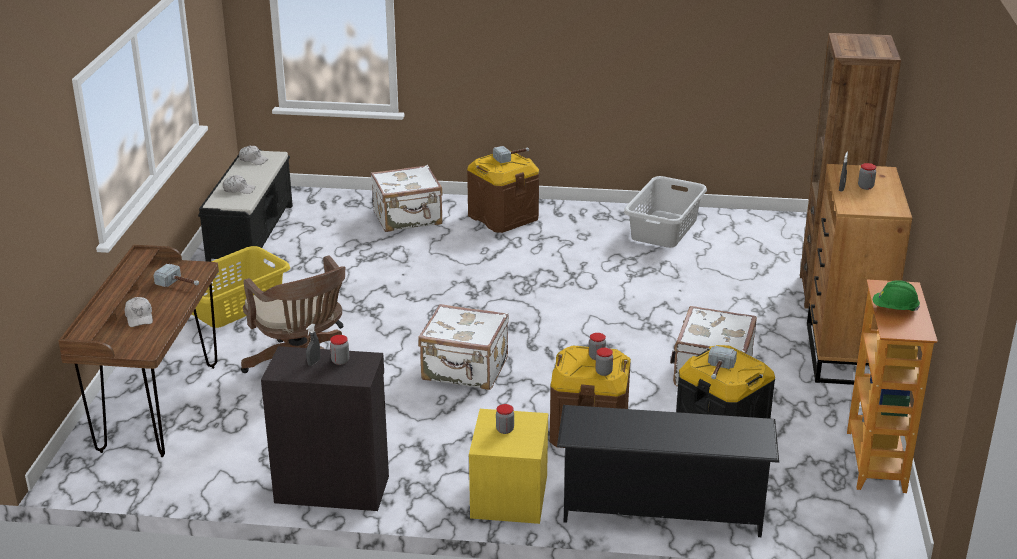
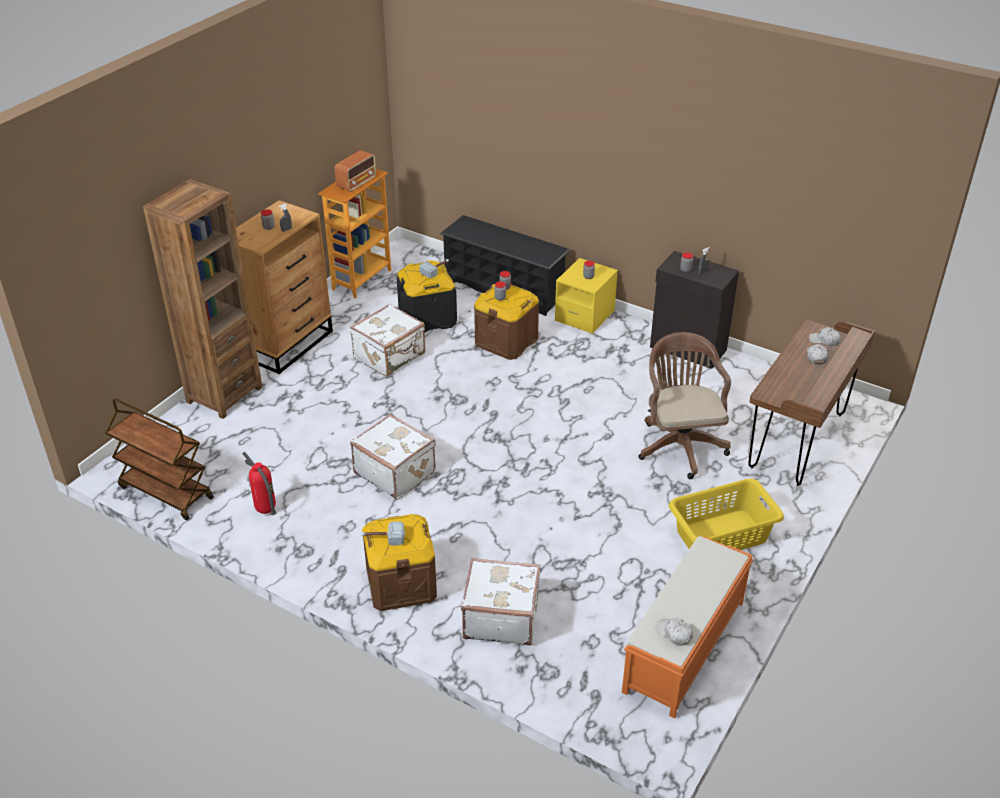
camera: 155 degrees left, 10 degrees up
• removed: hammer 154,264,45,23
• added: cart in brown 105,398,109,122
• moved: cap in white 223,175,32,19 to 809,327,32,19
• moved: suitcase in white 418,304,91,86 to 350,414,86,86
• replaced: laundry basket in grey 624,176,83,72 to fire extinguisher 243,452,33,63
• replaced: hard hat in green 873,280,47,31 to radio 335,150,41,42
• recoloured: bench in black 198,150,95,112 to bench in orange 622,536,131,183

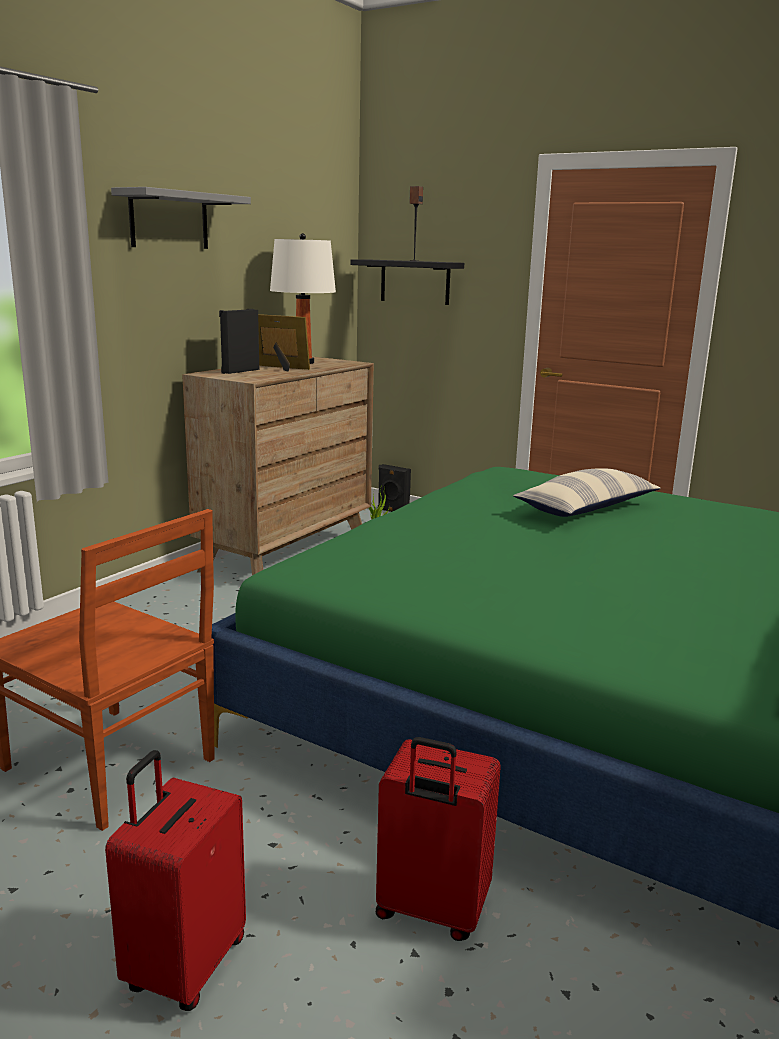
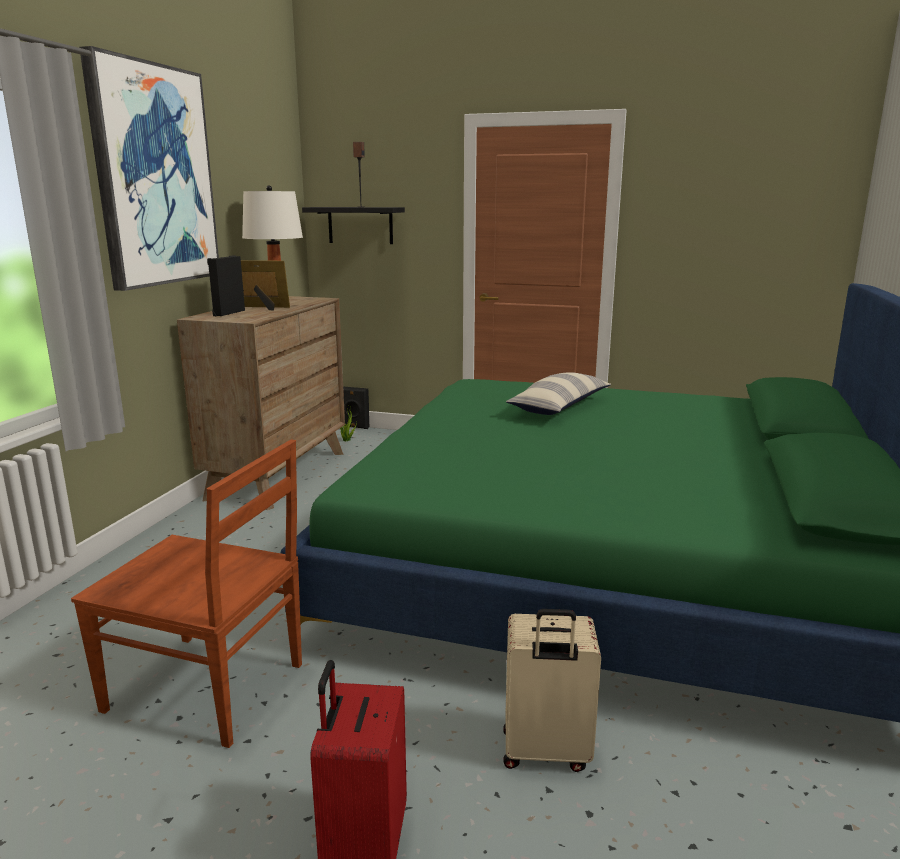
camera: 15 degrees left, 0 degrees up
• replaced: shelf in grey 111,187,140,62 to picture 79,46,140,245
• recoloured: suitcase in red 376,737,125,204 to suitcase in beige 503,609,98,163

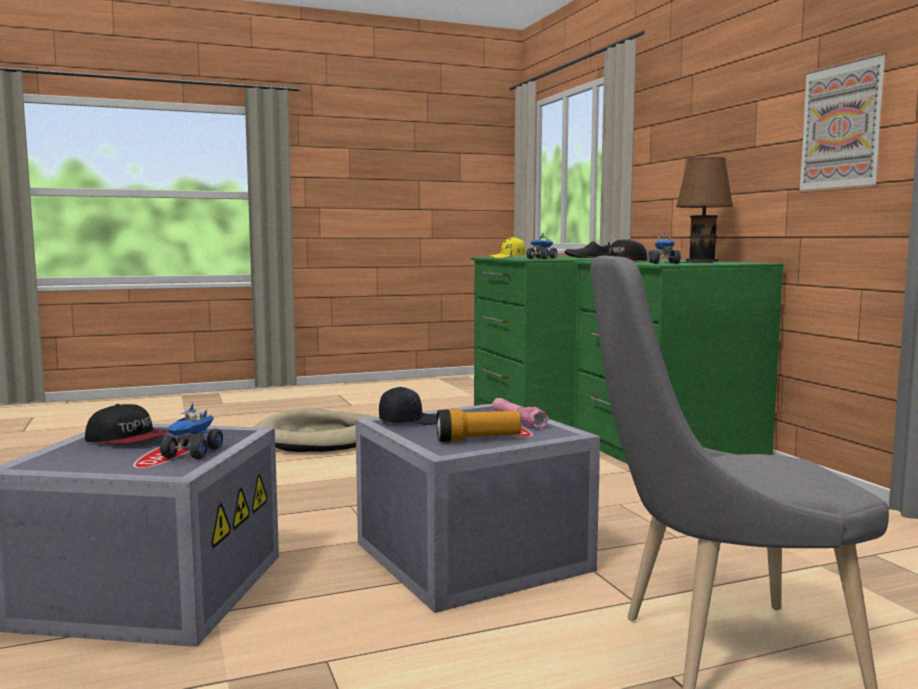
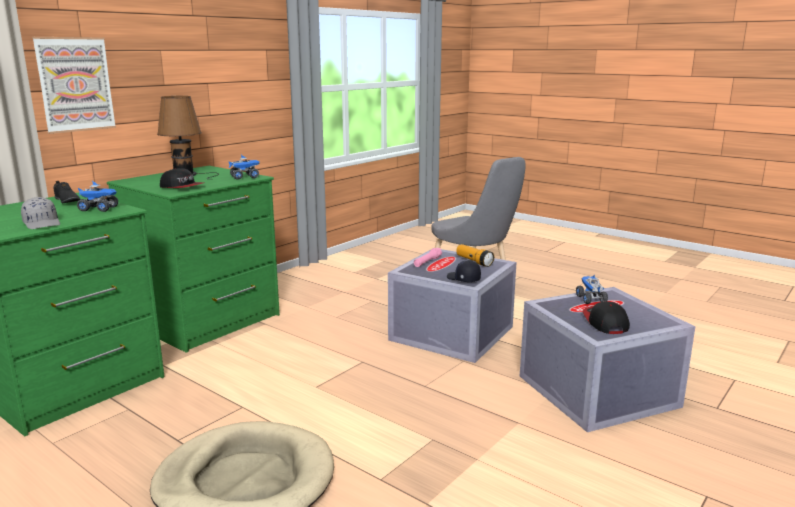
camera: 120 degrees left, 10 degrees up
• moved: picture 798,52,89,141 to 32,37,84,97
• recoloured: cap in yellow 490,237,35,21 to cap in grey 21,197,39,32
• turned: toy truck 160,403,63,56 = 576,275,32,29 75 degrees counterclockwise

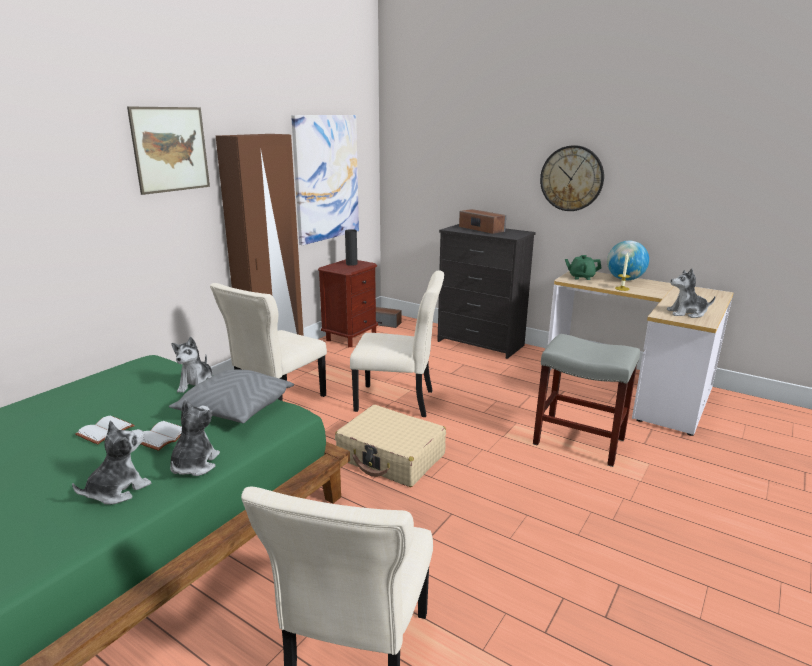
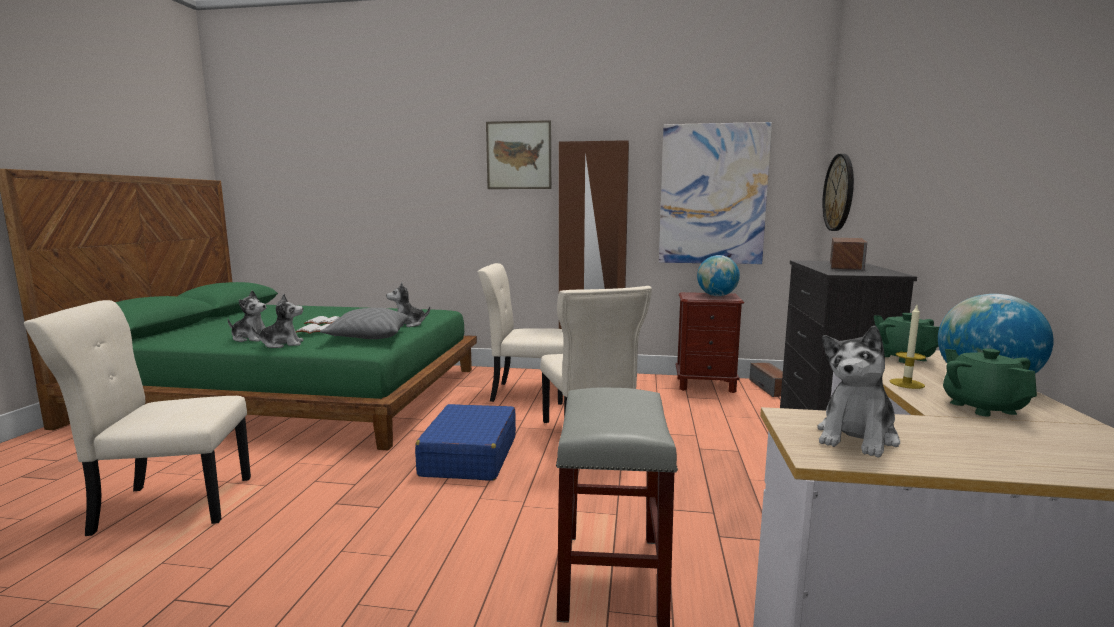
camera: 65 degrees right, 10 degrees down
• added: teapot in green 943,348,94,69
• moved: wall clock 540,145,64,66 to 822,154,32,77
• replaced: vase in black 345,229,12,37 to globe 697,255,43,41
• recoloured: suitcase in beige 335,405,111,82 to suitcase in blue 415,404,101,77
• turned: plush toy 667,269,49,49 = 817,326,83,132 120 degrees counterclockwise

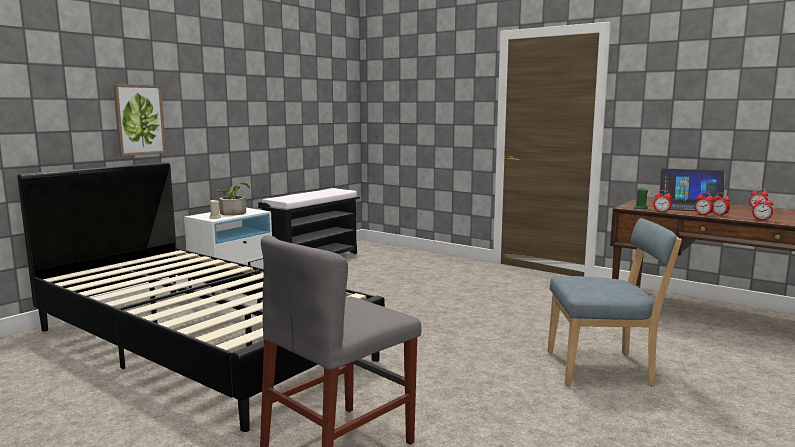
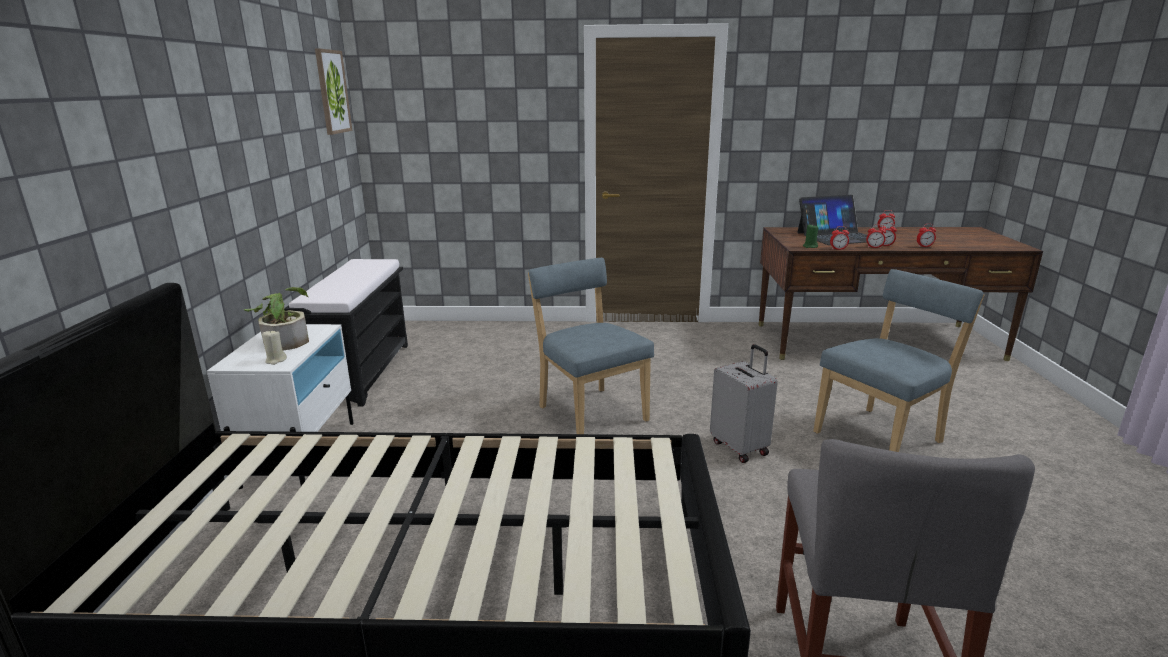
camera: 35 degrees left, 10 degrees up
• added: chair in blue 528,258,126,176
• added: suitcase in grey 710,344,68,119
• moved: picture 113,84,53,72 to 315,48,37,87

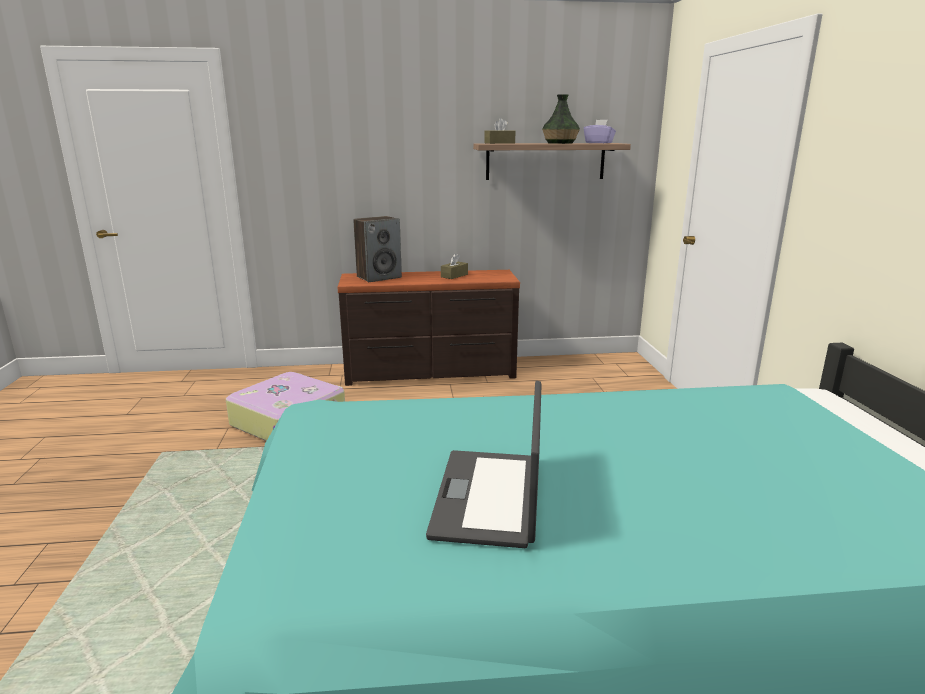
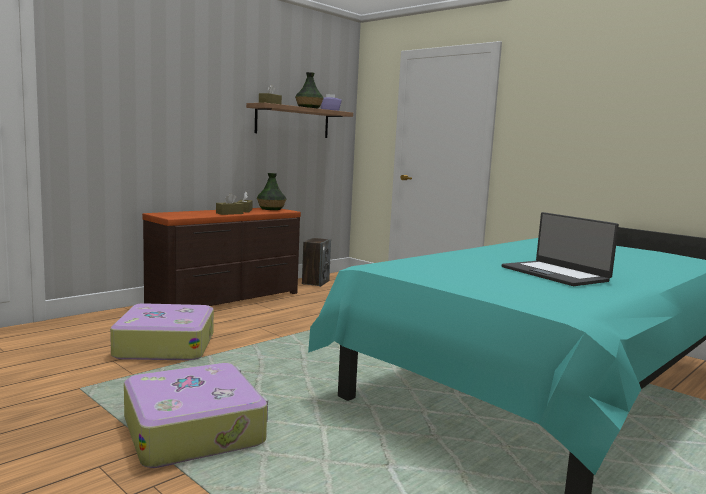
camera: 40 degrees left, 10 degrees down
• added: suitcase 124,363,144,105
• added: tissue box in brown 216,193,28,22
• added: vase 257,173,29,37
• moved: speaker 353,216,49,66 to 302,238,29,49

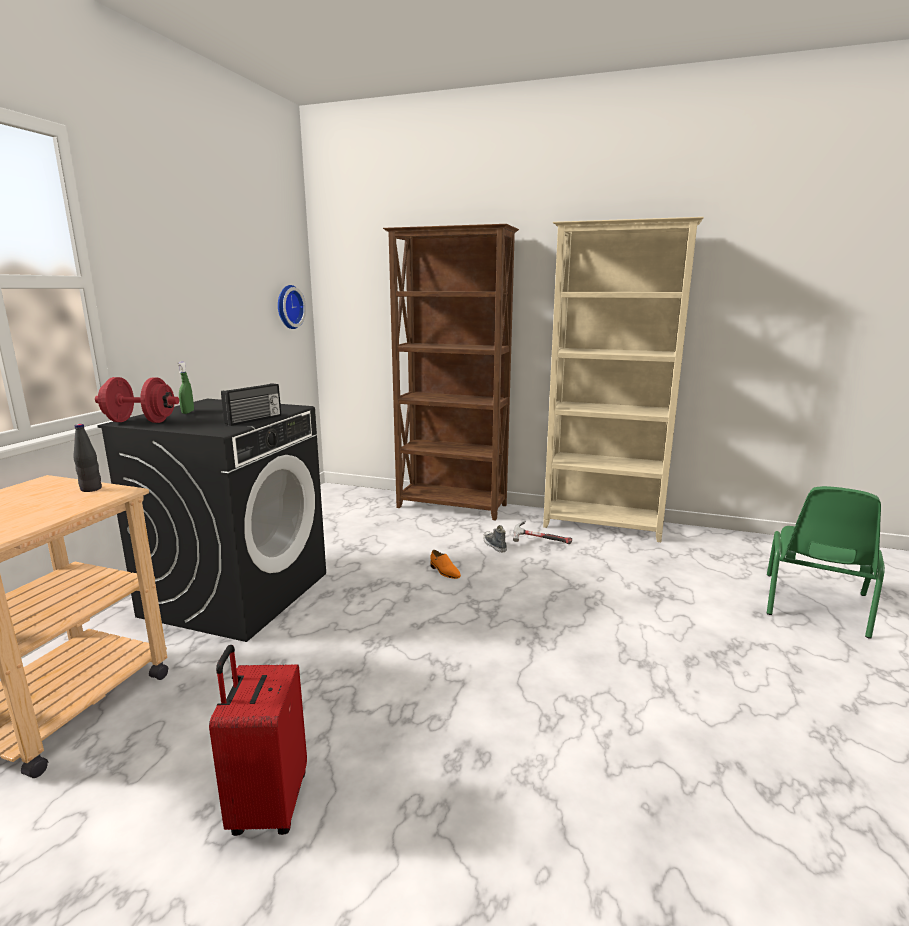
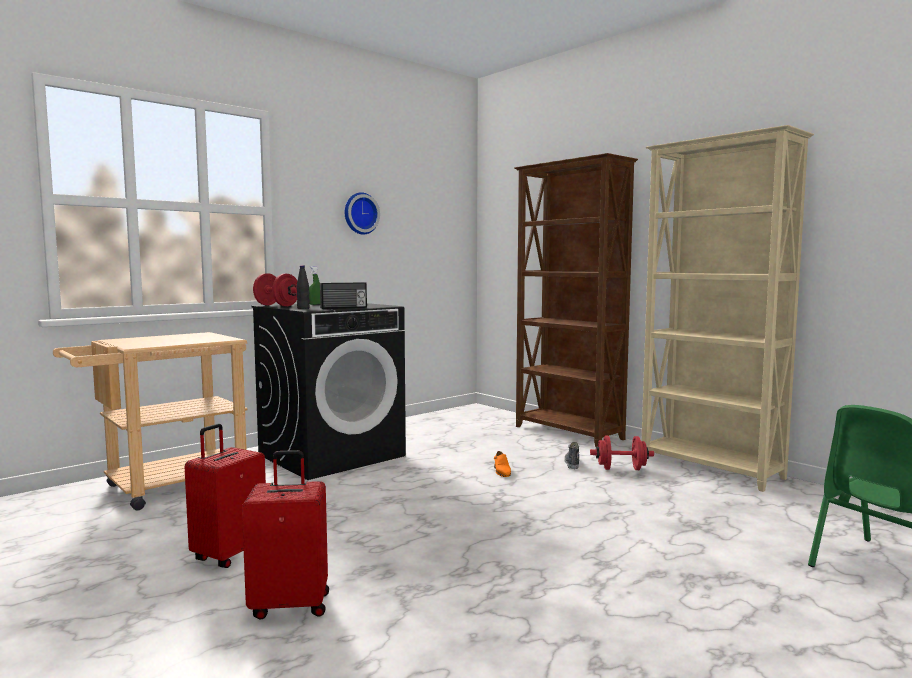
camera: 30 degrees right, 10 degrees down
• added: suitcase in red 242,450,87,170
• moved: bottle in black 73,424,29,68 to 296,265,14,44
• moved: wall clock 278,285,28,44 to 345,192,35,42
• replaced: hammer 513,521,59,23 to dumbbell in red 590,436,64,34

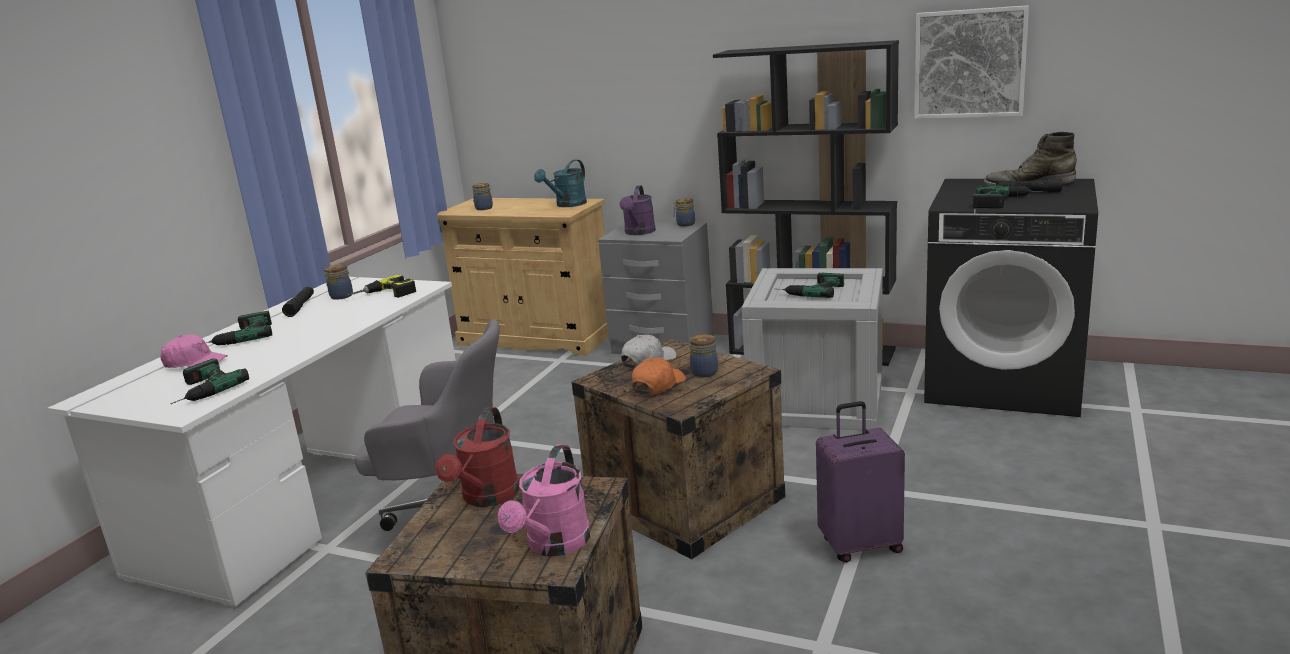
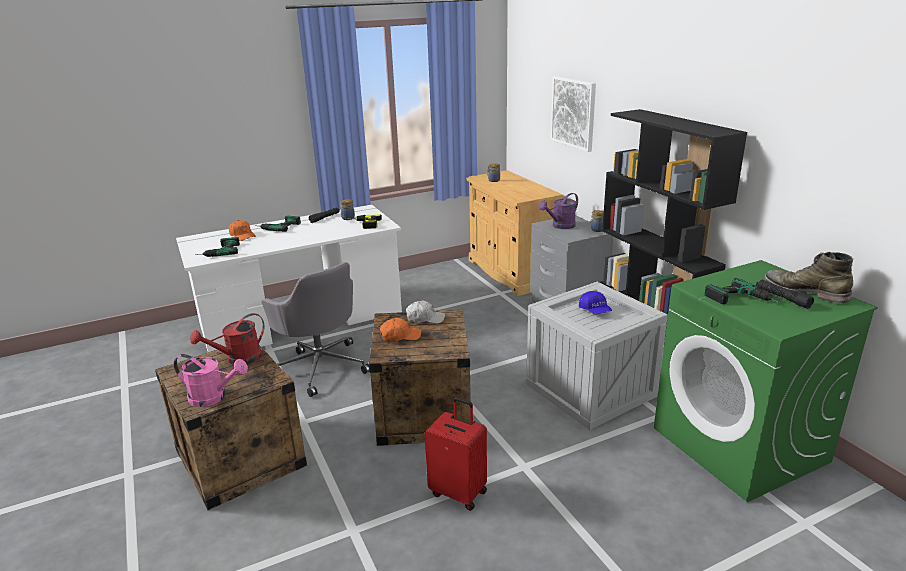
camera: 40 degrees right, 5 degrees up
• removed: watering can in turquoise 534,160,53,47
• removed: jar 689,334,29,43
• moved: picture 914,5,115,114 to 551,76,45,76
• replaced: power drill 777,273,67,25 to cap in blue 579,291,33,23
• recoloured: cap in pink 161,334,67,34 to cap in orange 229,220,27,21
• recoloured: suitcase in purple 816,401,89,162 to suitcase in red 425,397,62,114
• recoloured: washing machine in black 924,179,174,238 to washing machine in green 654,260,224,242
• turned: watering can in pink 498,444,92,113 = 174,354,74,53 135 degrees counterclockwise

